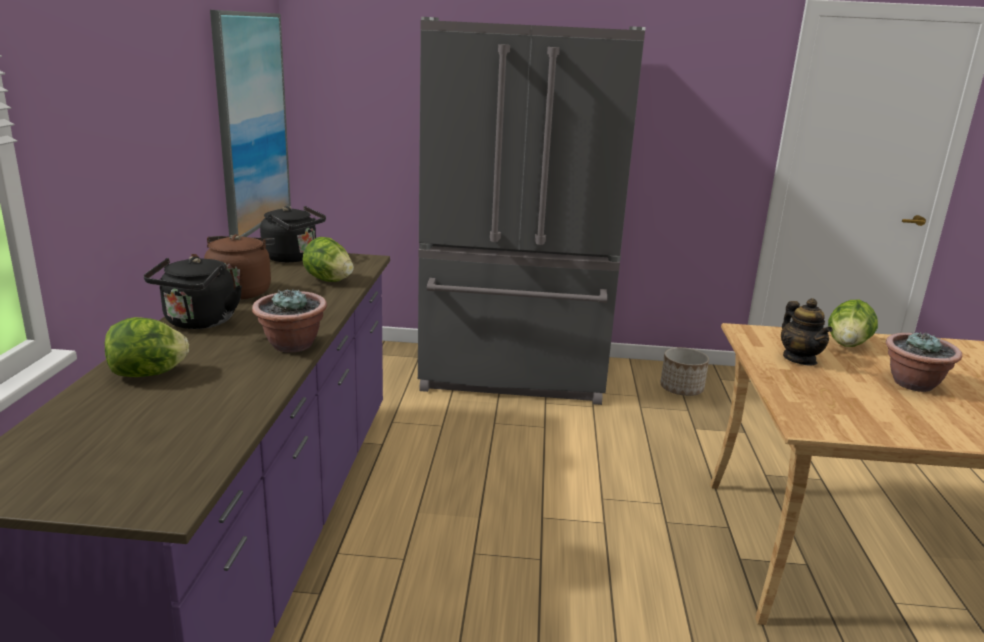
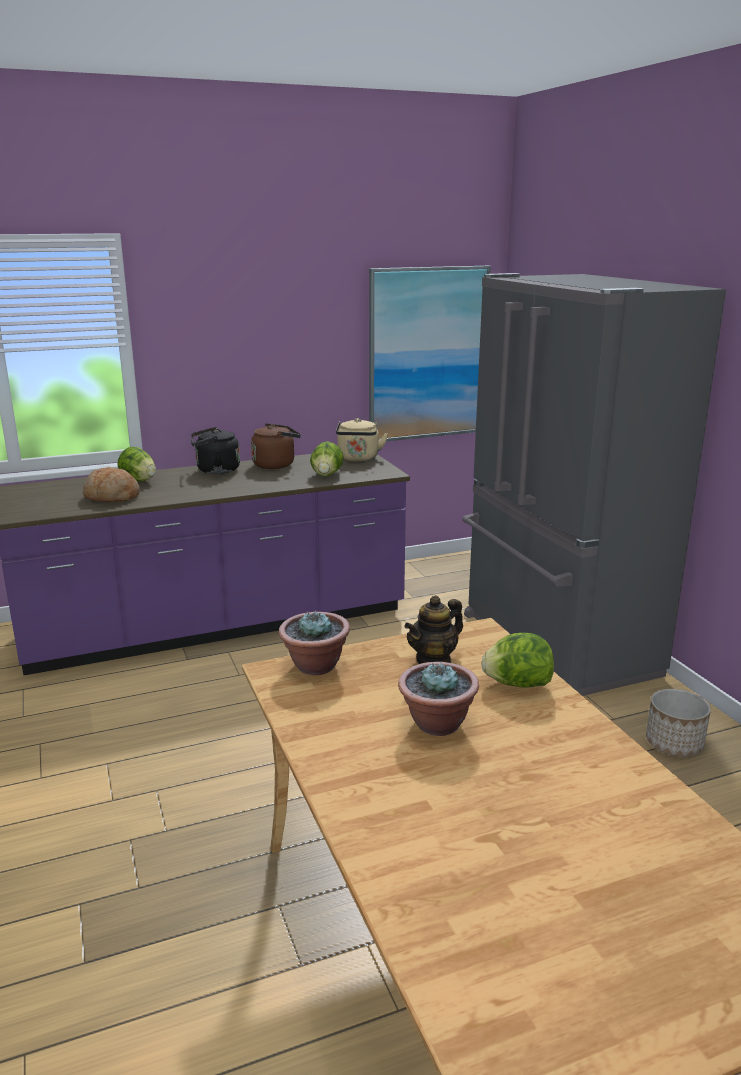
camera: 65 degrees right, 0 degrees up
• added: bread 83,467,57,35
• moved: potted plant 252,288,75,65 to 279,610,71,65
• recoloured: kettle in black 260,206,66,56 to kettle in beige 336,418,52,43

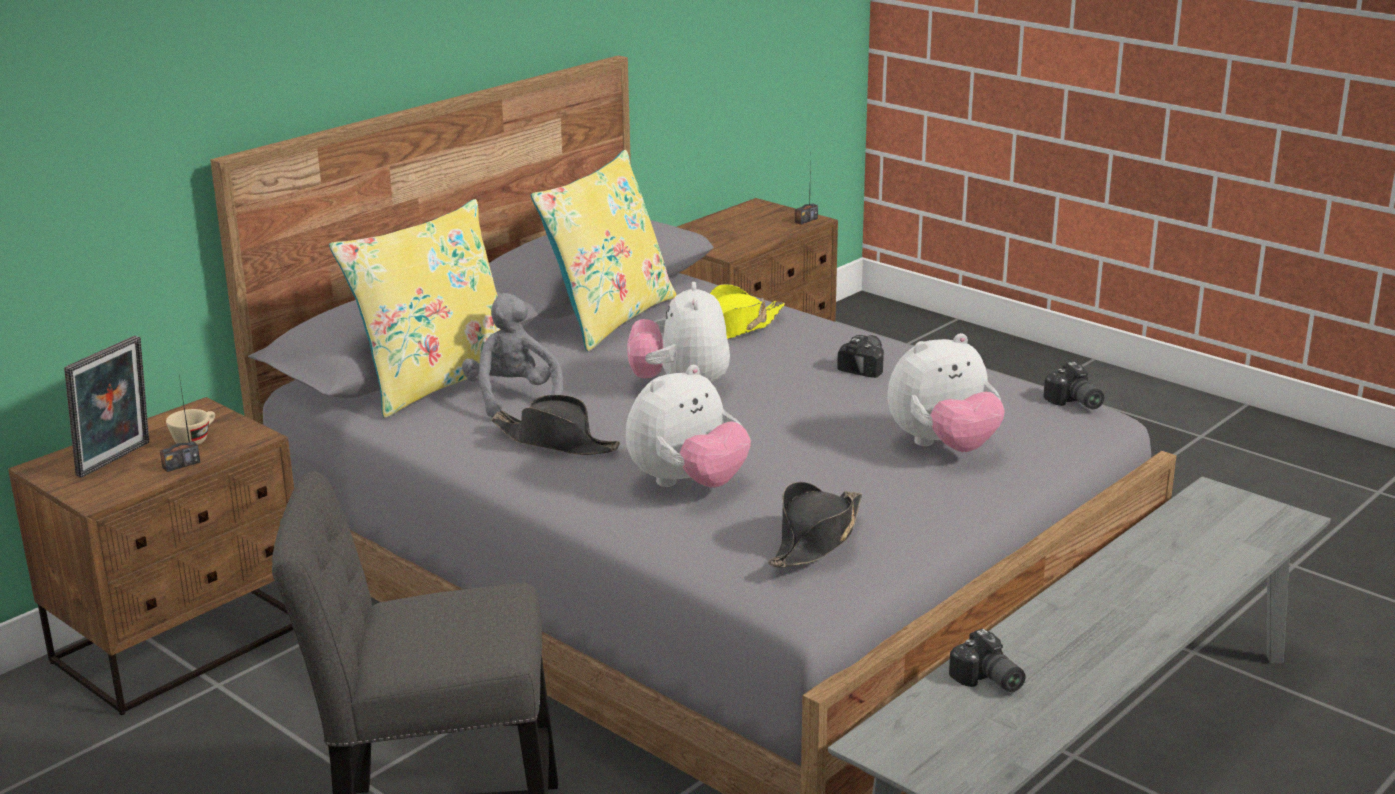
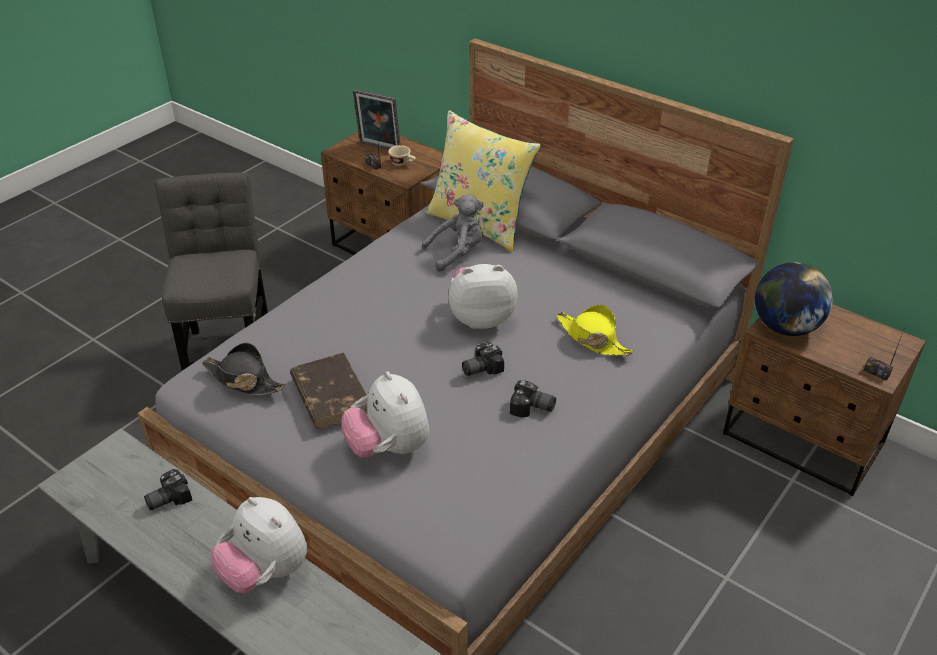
camera: 85 degrees right, 15 degrees up
• removed: hat in black 491,395,129,60
• removed: pillow in yellow 531,150,146,202
• added: book in brown 290,352,78,77
• added: globe 755,262,78,74
• moved: plush toy 626,365,125,123 to 211,497,96,96
• moved: photo camera 1043,362,61,47 to 462,342,42,34

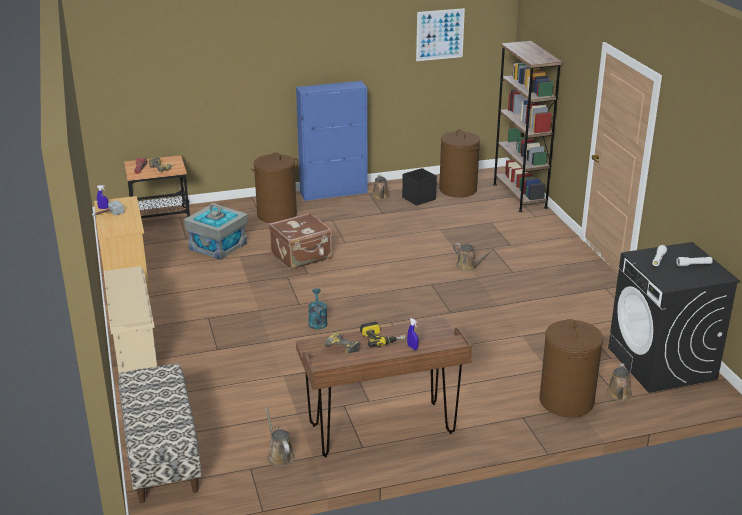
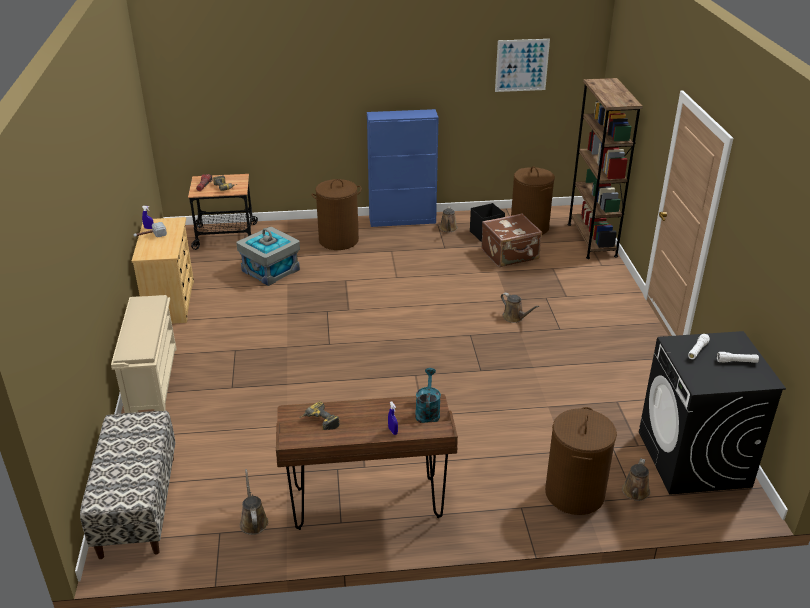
camera: 10 degrees right, 5 degrees up
• removed: power drill 360,321,45,27
• moved: suitcase in brown 269,212,63,58 to 481,213,61,54
• moved: watering can in turquoise 308,288,19,42 to 415,368,26,55

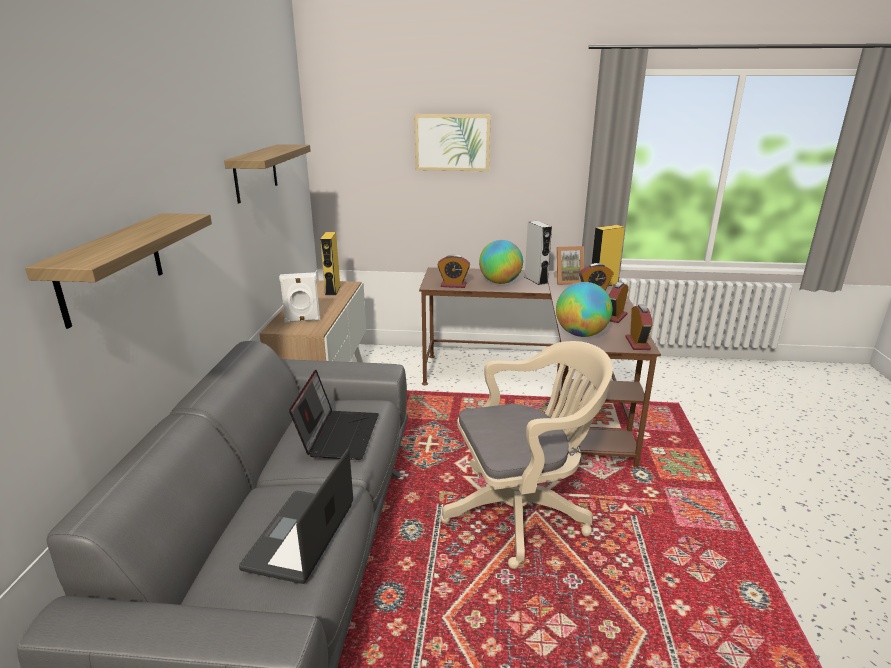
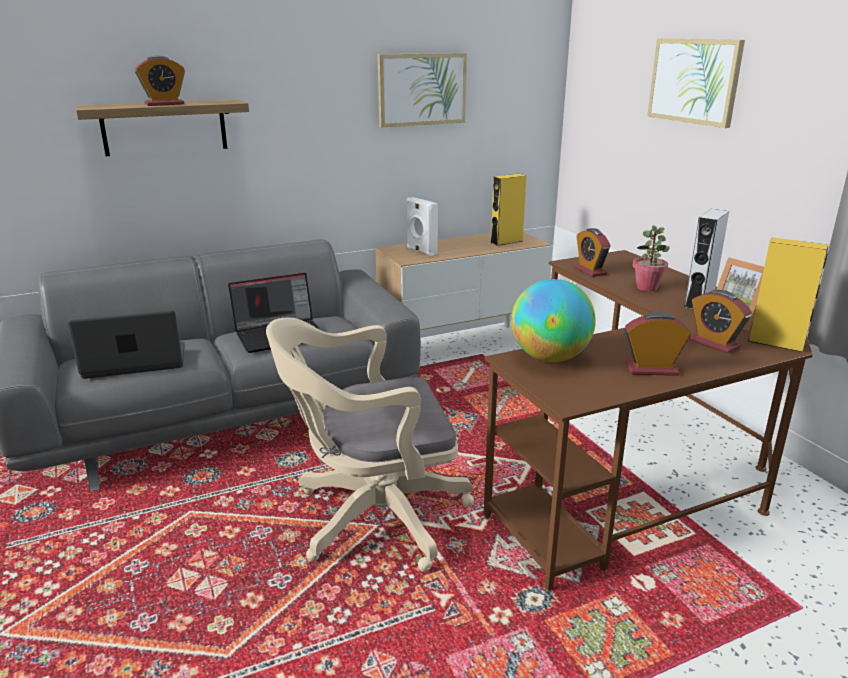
camera: 60 degrees right, 0 degrees up
• moved: alarm clock 625,305,28,45 to 135,55,50,51
• replaced: shelf 224,144,87,60 to picture 377,53,90,74
• replaced: globe 479,240,44,44 to potted plant 633,225,37,66
• turned: office chair in beige 440,341,173,228 = 266,317,208,255 120 degrees clockwise

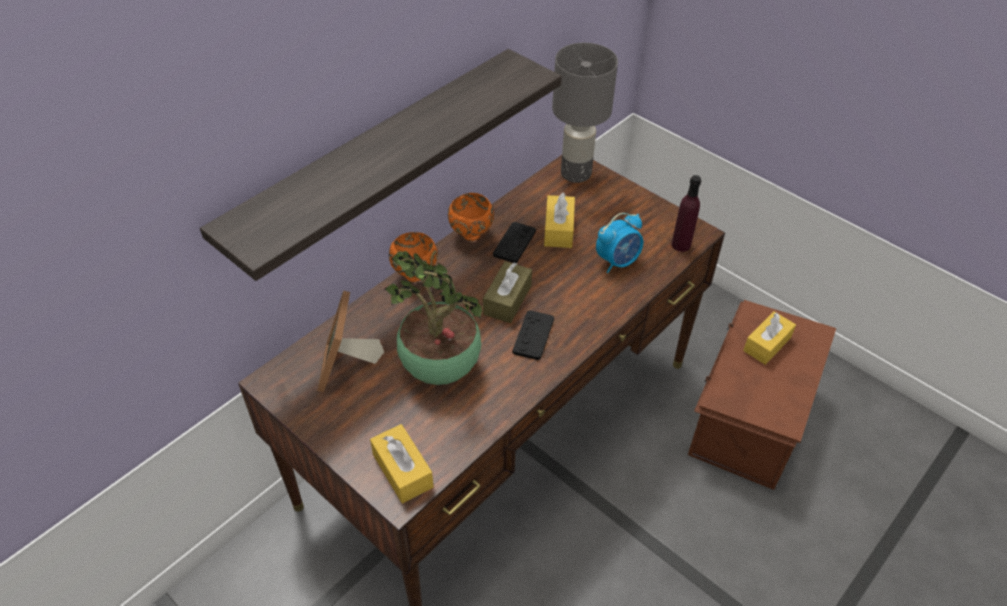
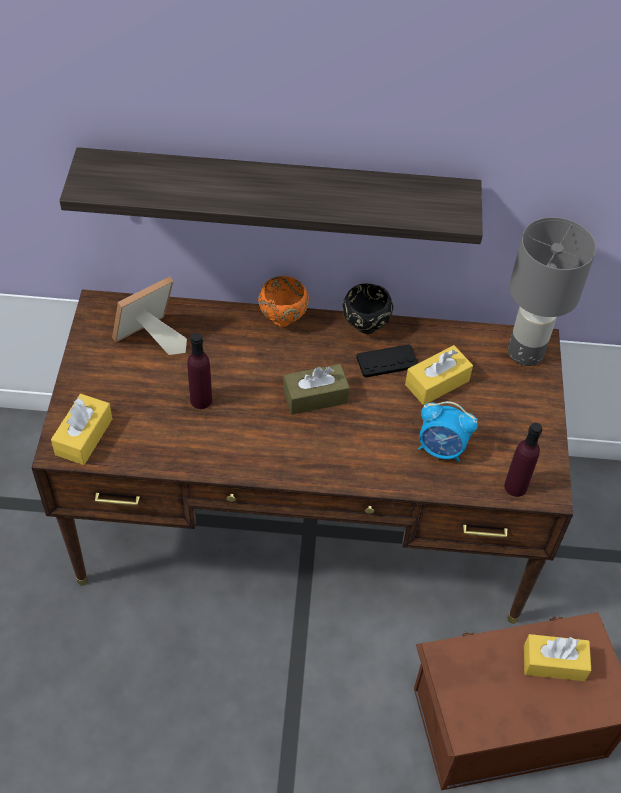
camera: 50 degrees right, 5 degrees up
• removed: game controller in black 512,310,42,50
• replaced: potted plant 384,251,98,134 to bottle in purple 187,333,25,76
• recoloured: bowl in orange 448,193,46,48 to bowl in black 343,284,50,50

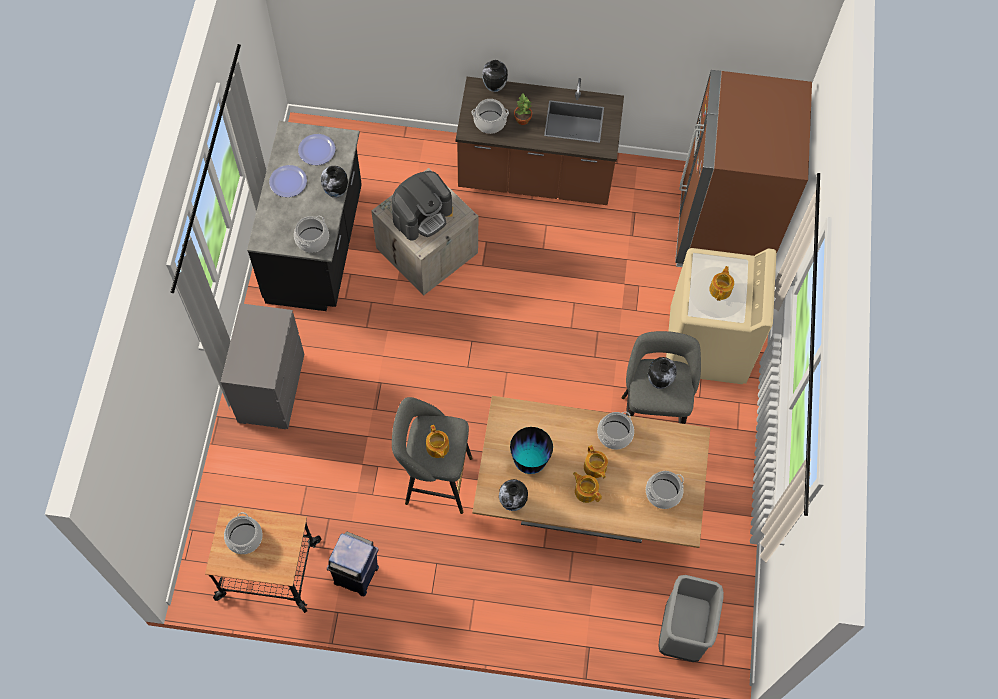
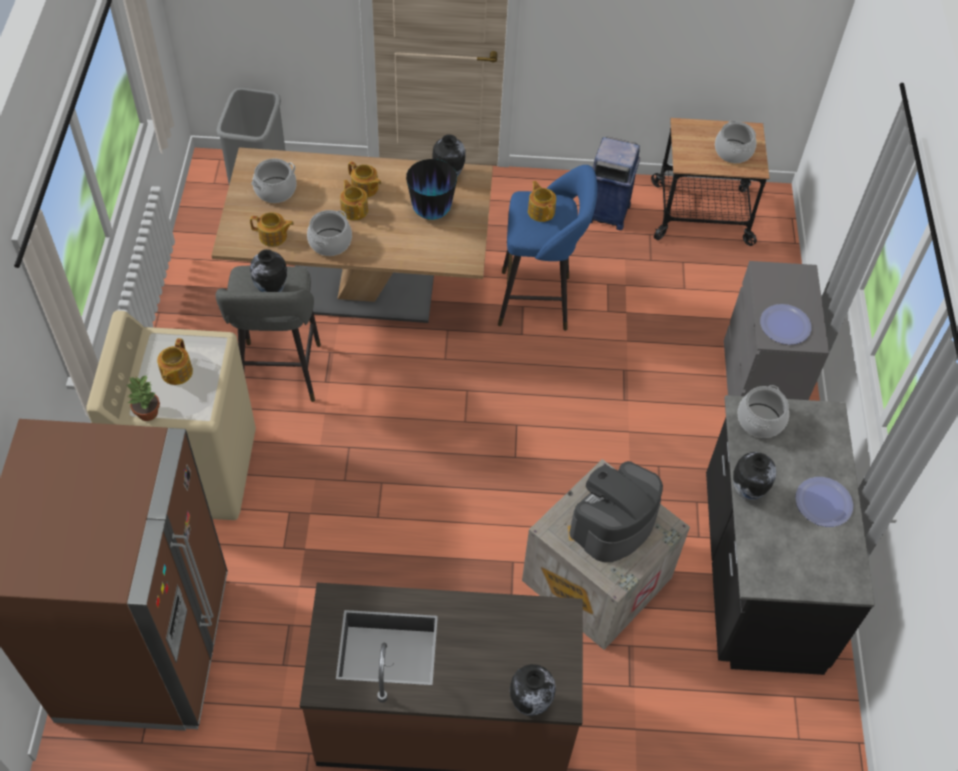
camera: 175 degrees right, 10 degrees down
• removed: cooking pot 472,99,37,35
• added: teapot 250,212,44,35
• moved: plate 298,134,37,31 to 760,304,52,41
• moved: potted plant 514,94,18,31 to 127,375,33,46
• recoloured: stool in grey 392,397,81,117 to stool in blue 498,165,99,166

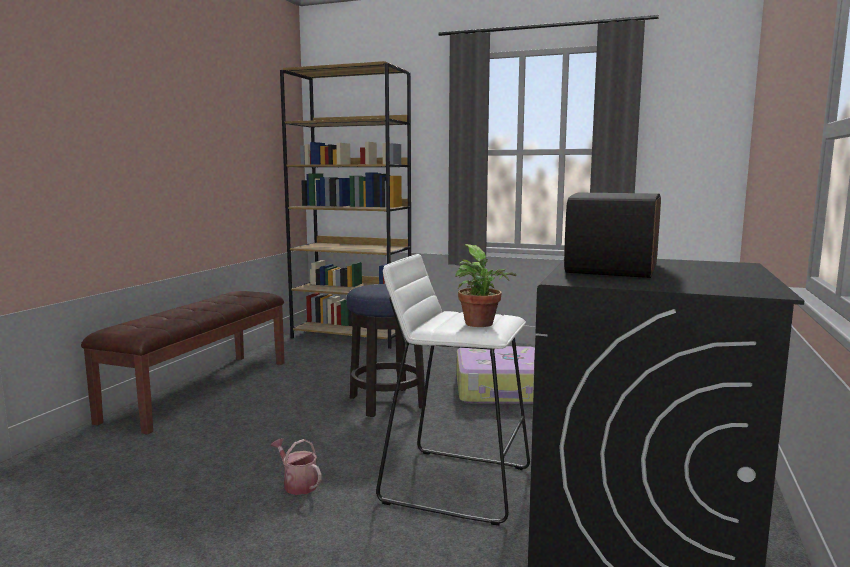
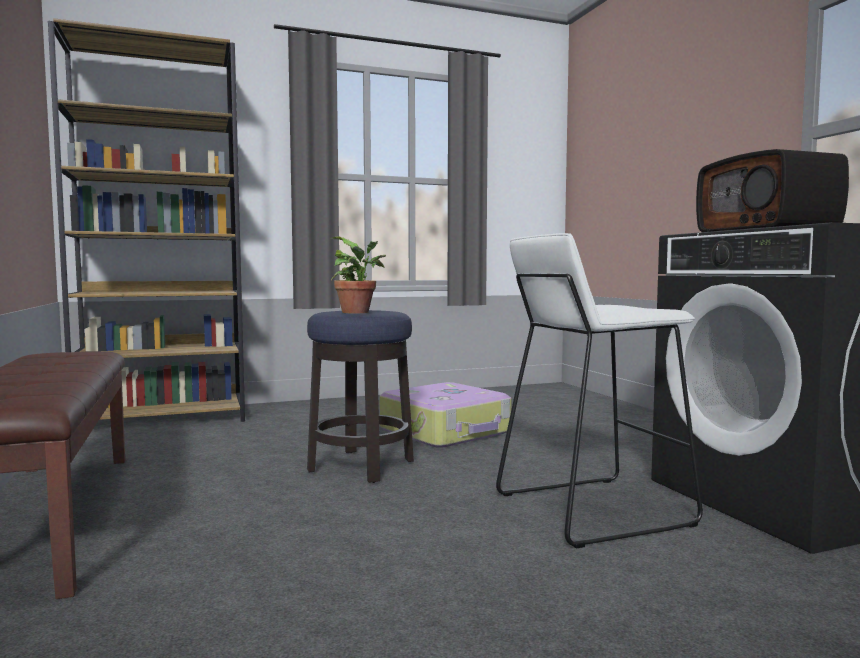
camera: 40 degrees left, 5 degrees down
• removed: watering can 271,438,51,57
• moved: potted plant 455,244,62,83 to 331,236,55,77

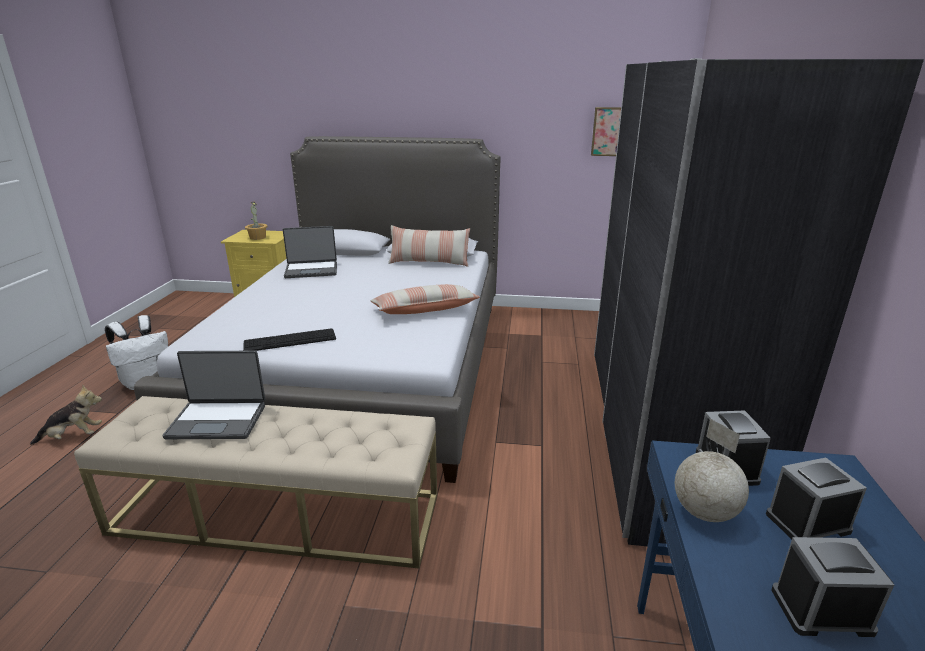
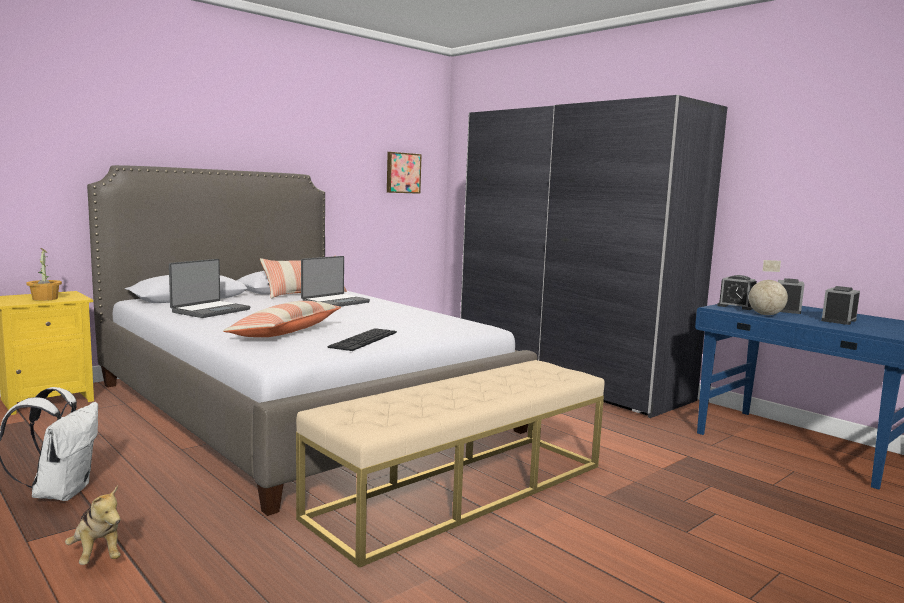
camera: 50 degrees left, 15 degrees down
• moved: laptop 163,351,102,88 to 301,256,69,51
• moved: pillow 370,284,110,30 to 223,301,118,36
• turned: plush toy 30,385,72,60 = 65,485,56,80 120 degrees clockwise

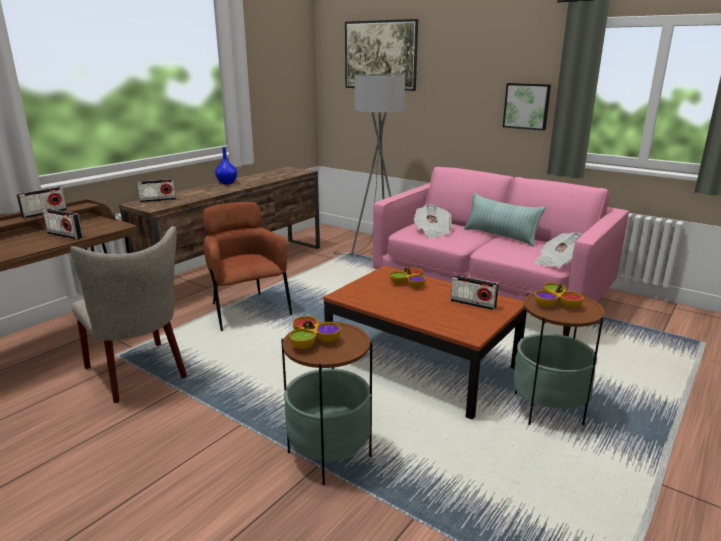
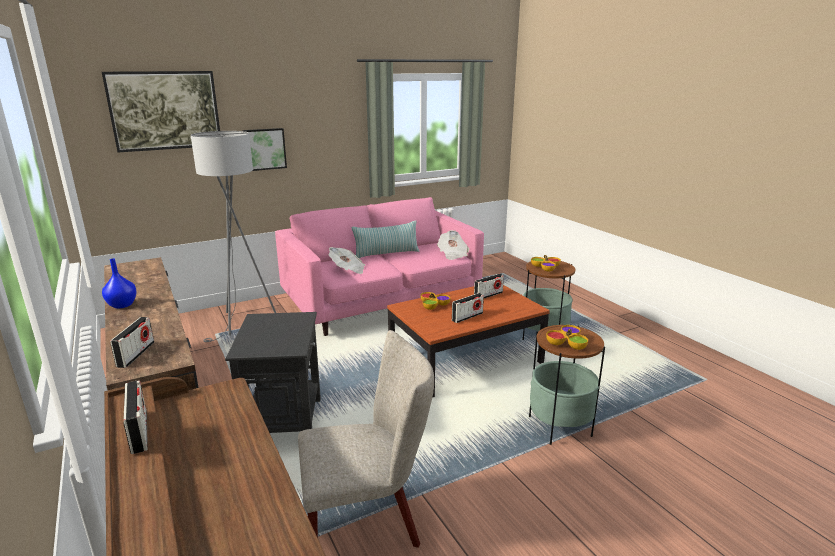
camera: 65 degrees left, 0 degrees up
• moved: radio 43,209,40,31 to 452,293,32,30
• moved: picture 503,83,48,48 to 242,128,45,43
• replaced: armchair in brown 203,202,89,129 to side table in black 225,312,96,121

